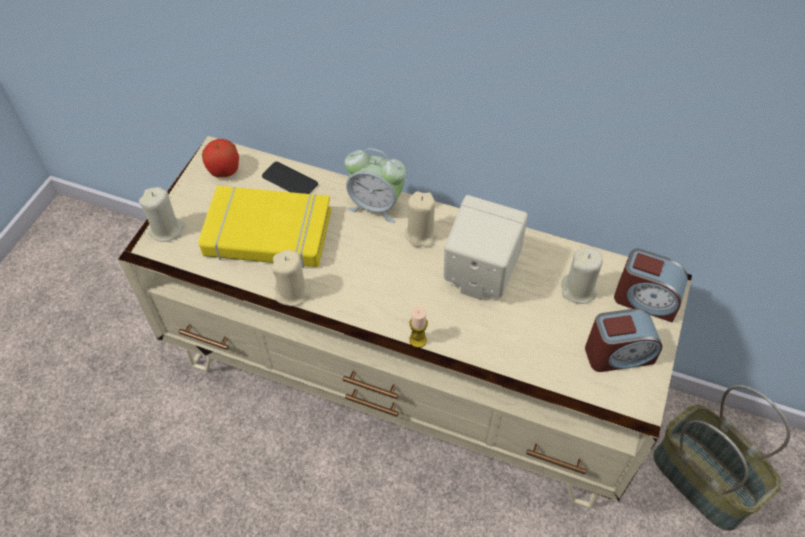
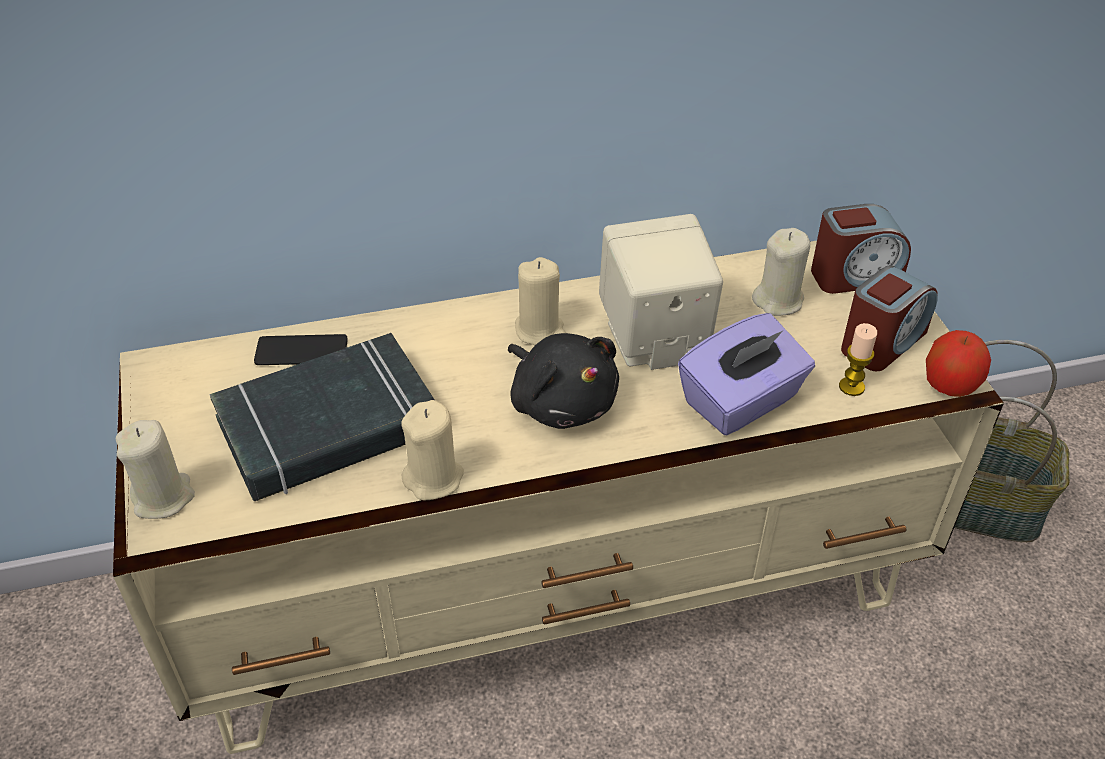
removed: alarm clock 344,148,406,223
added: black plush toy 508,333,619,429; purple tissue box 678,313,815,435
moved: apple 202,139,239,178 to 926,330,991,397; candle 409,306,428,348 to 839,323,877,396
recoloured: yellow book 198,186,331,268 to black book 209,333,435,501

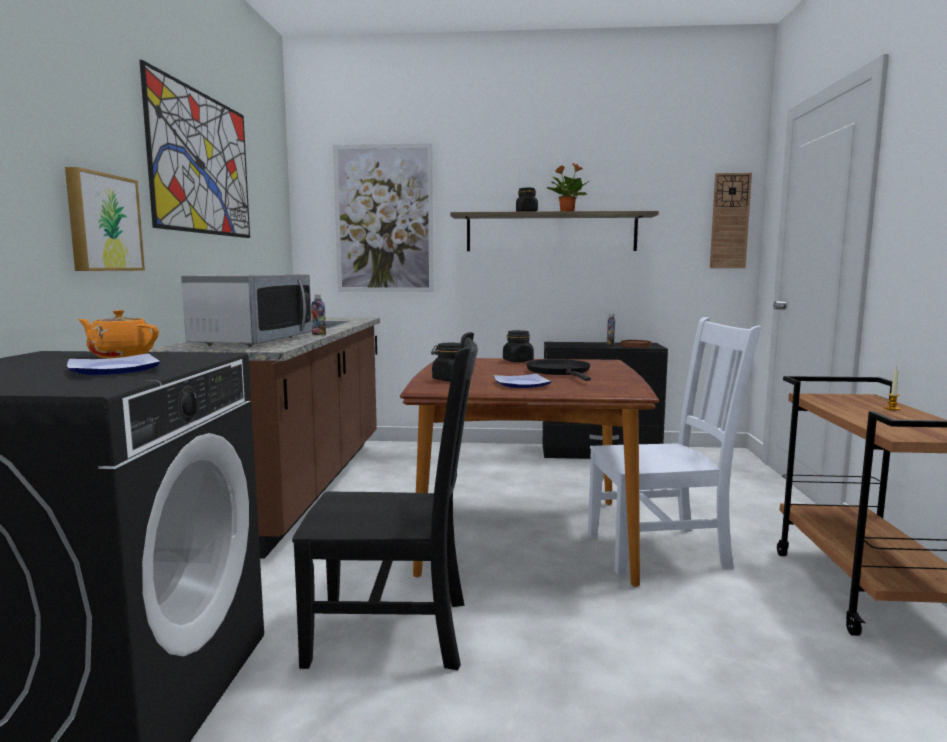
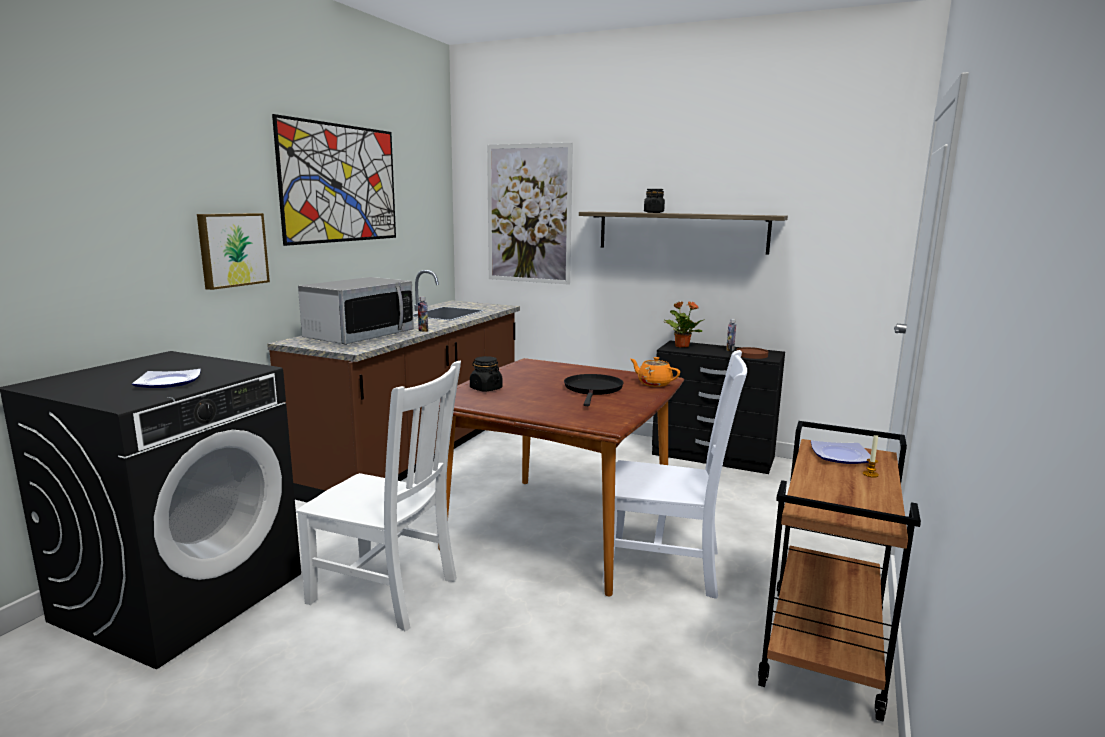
removed: black jar 503,330,534,362; wall clock 710,173,752,268
moved: orange teapot 78,310,159,358 to 630,357,680,387; plate 494,374,552,388 to 811,440,871,464; potted plant 547,163,589,211 to 664,301,705,348
recoloured: black chair 292,332,478,670 to white chair 296,361,461,631

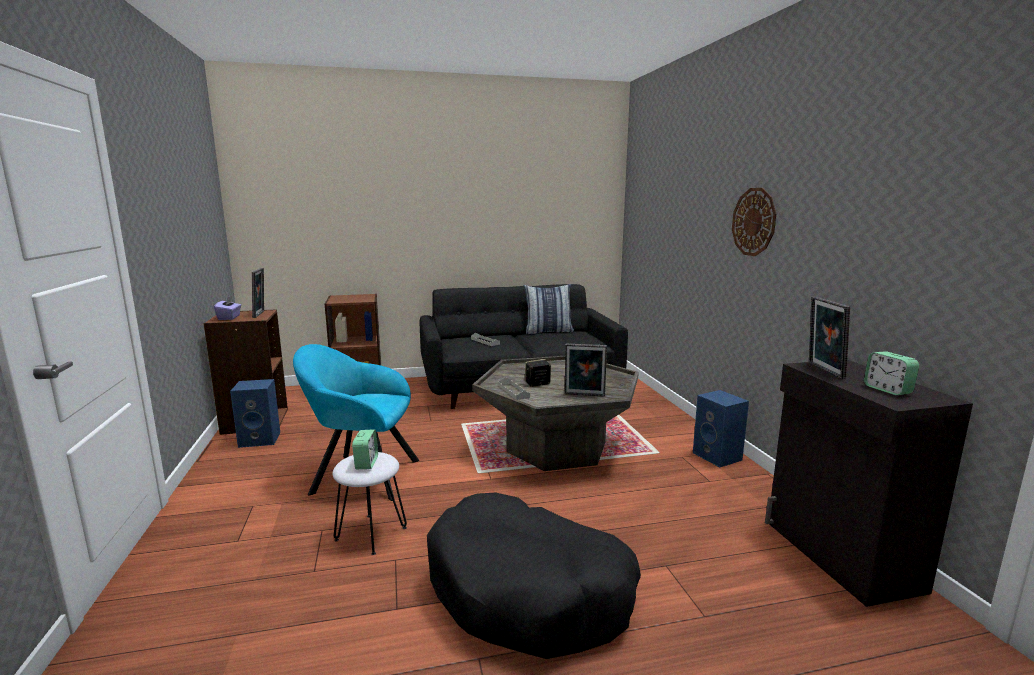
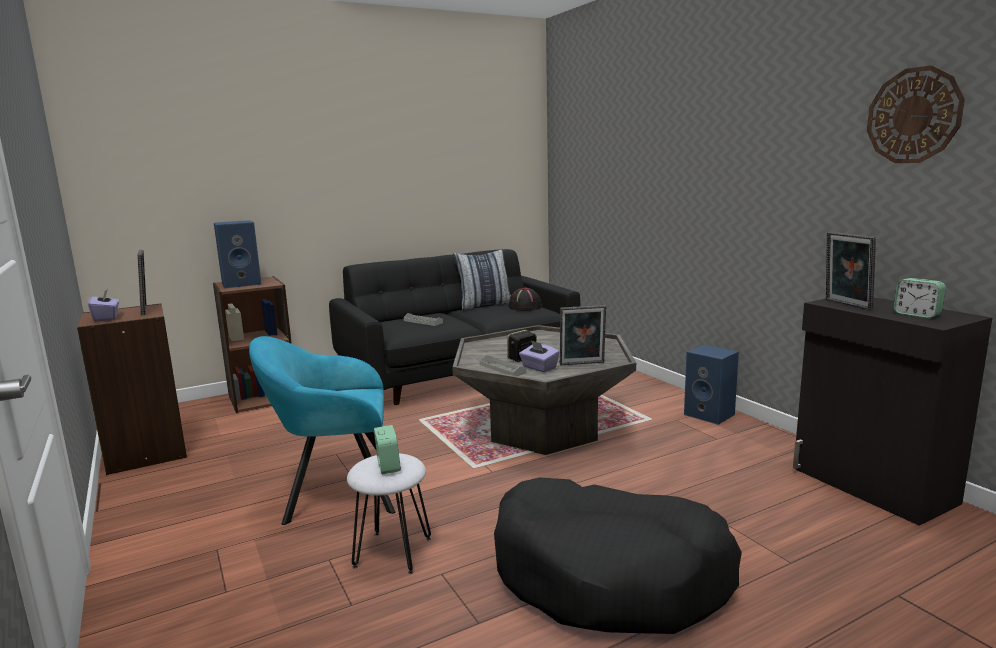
added: black hat 508,288,542,311; purple tissue box 519,340,559,372
moved: blue speaker 230,379,280,448 to 214,220,262,288; wall clock 732,188,776,256 to 867,65,965,163

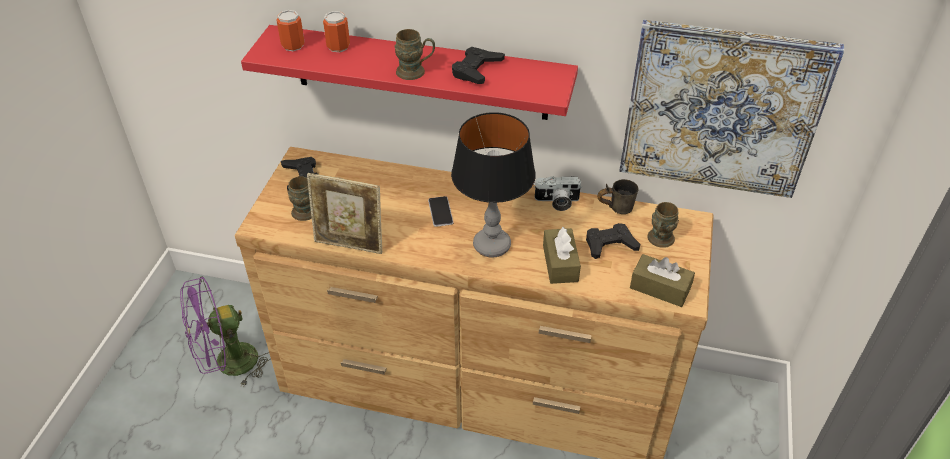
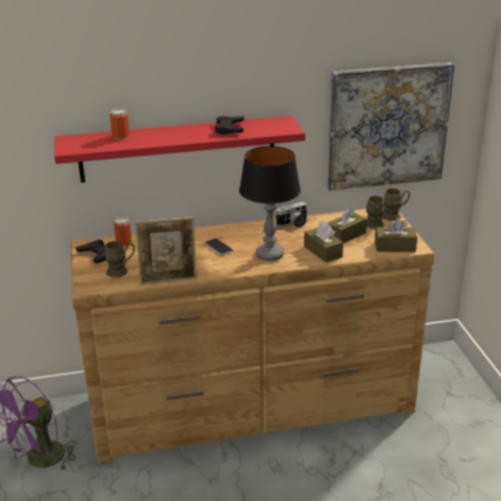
removed: grey mug 597,179,639,214
moved: can 276,10,305,51 to 114,217,132,246; brown mug 395,29,435,80 to 382,188,410,221
replaced: black game controller 586,223,640,259 to brown tissue box 328,207,367,243

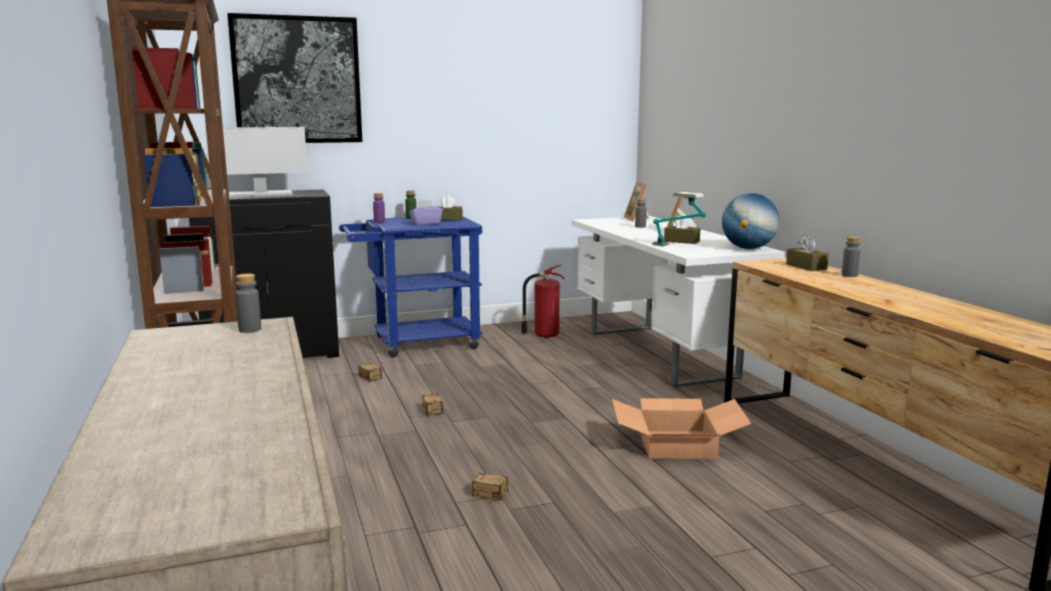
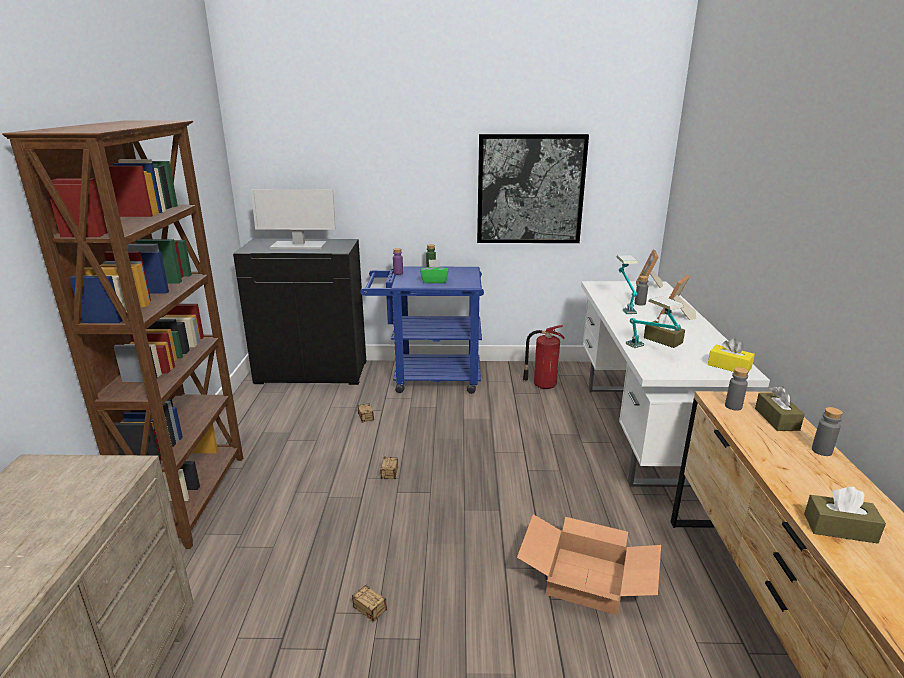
added: table lamp 617,255,638,314
moved: picture 227,13,362,143 to 477,134,589,243; grey bottle 235,274,261,333 to 725,367,749,411; brown tissue box 435,195,463,221 to 804,487,886,544
replaced: globe 722,193,779,249 to yellow tissue box 708,338,755,372
recoloured: purple tissue box 409,200,443,225 to green tissue box 420,260,449,283

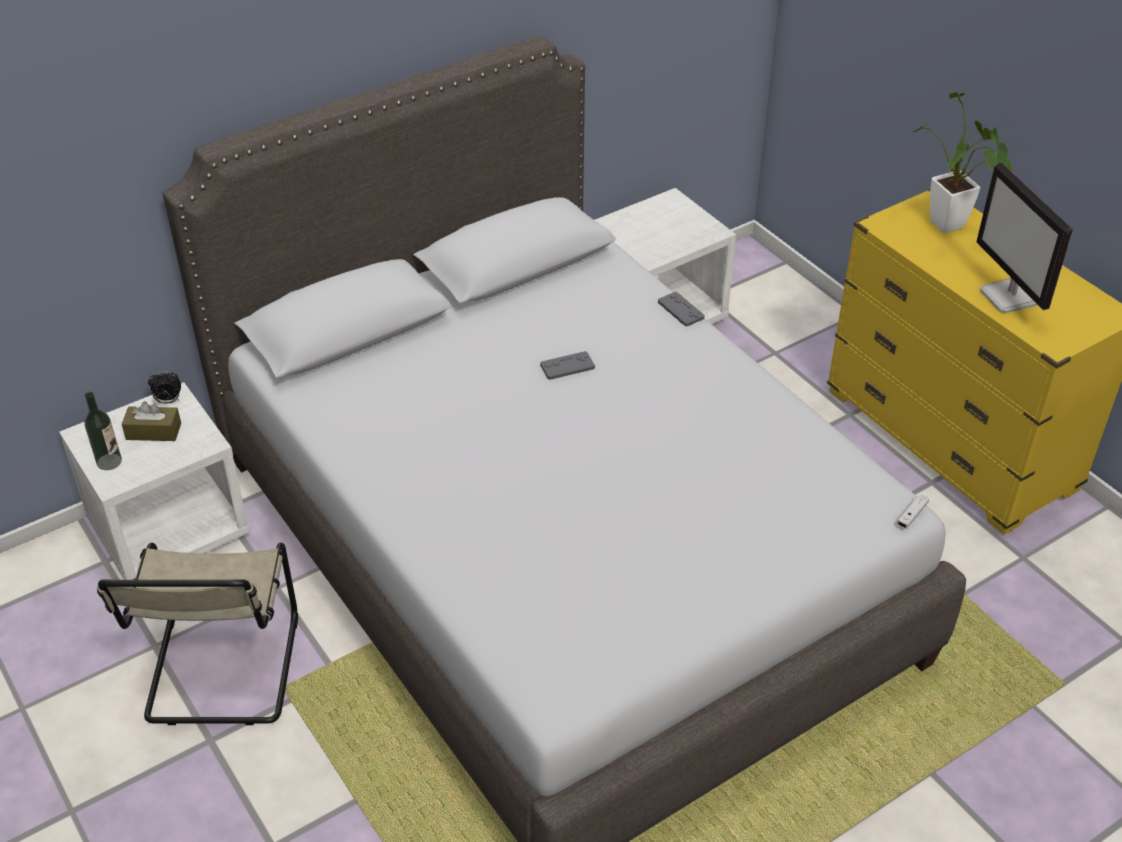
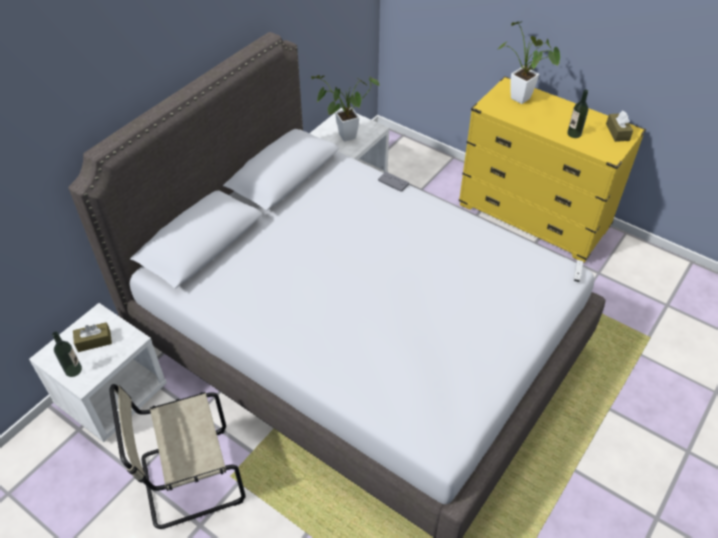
removed: alarm clock 148,371,181,404; grey game controller 540,351,595,380
added: potted plant 311,75,379,142; brown tissue box 606,110,633,142
replaced: monitor 976,163,1073,313 to bottle 567,89,588,138
turned: beige chair 97,543,298,725 = 109,384,245,529 90 degrees clockwise

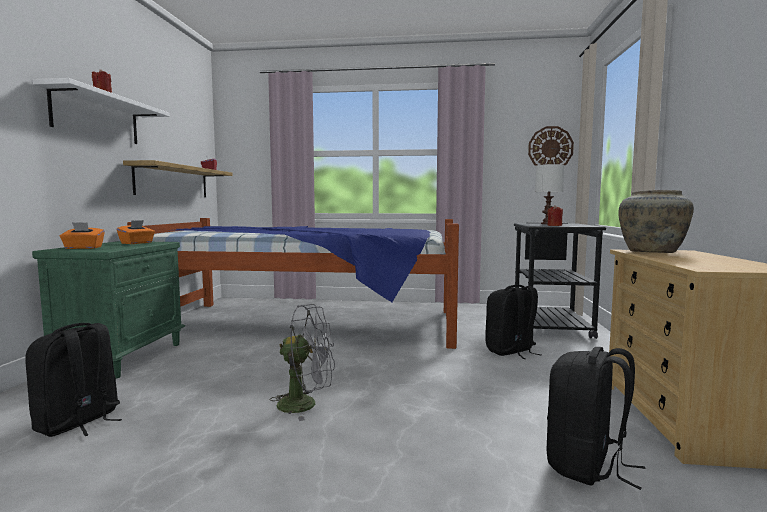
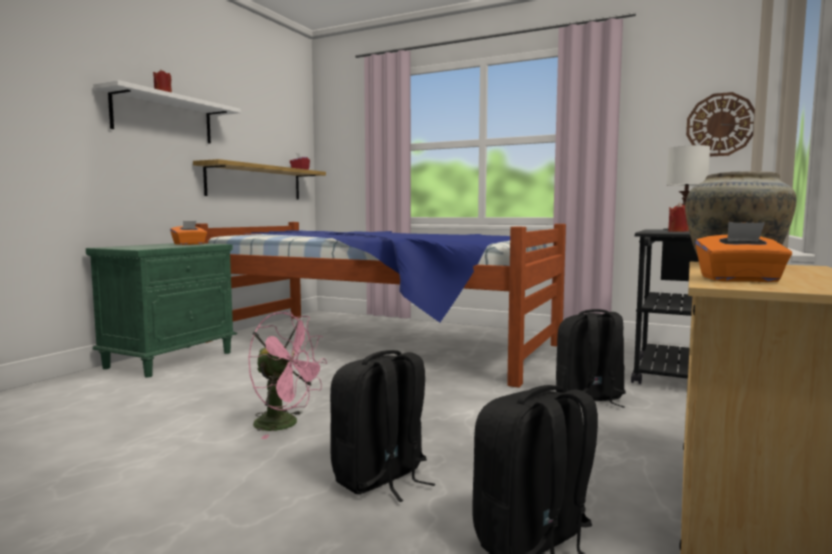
moved: black backpack 26,323,122,437 to 330,350,435,502; orange tissue box 60,222,105,249 to 695,222,792,282
recoloured: grey fan 270,304,335,421 to pink fan 248,311,327,439

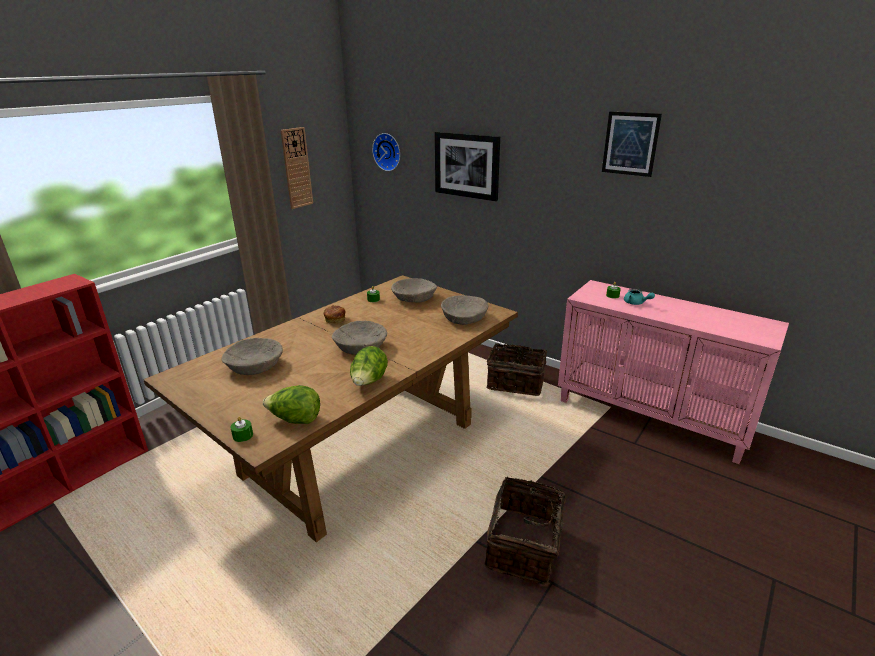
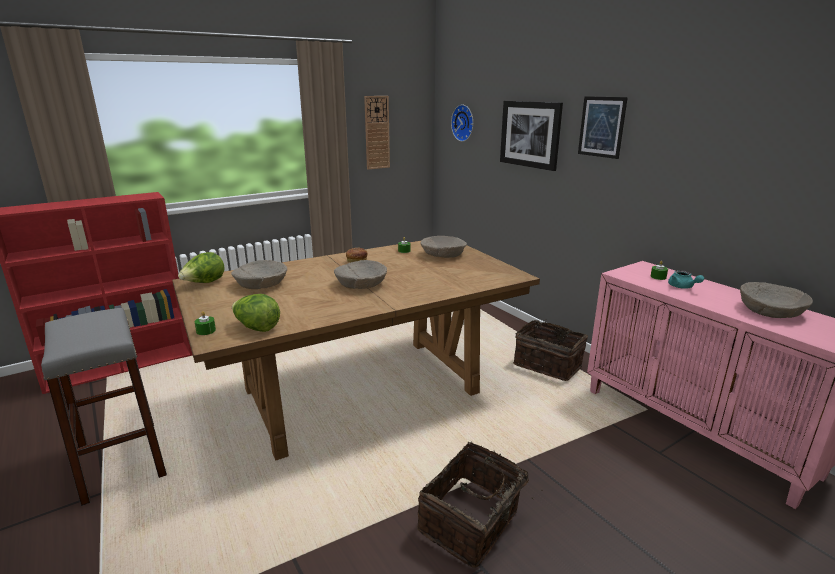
added: grey stool 41,308,167,506
moved: lettuce 350,346,388,386 to 178,252,224,283; beige bowl 441,295,489,325 to 740,282,813,318; picture 602,111,662,177 to 578,96,628,159

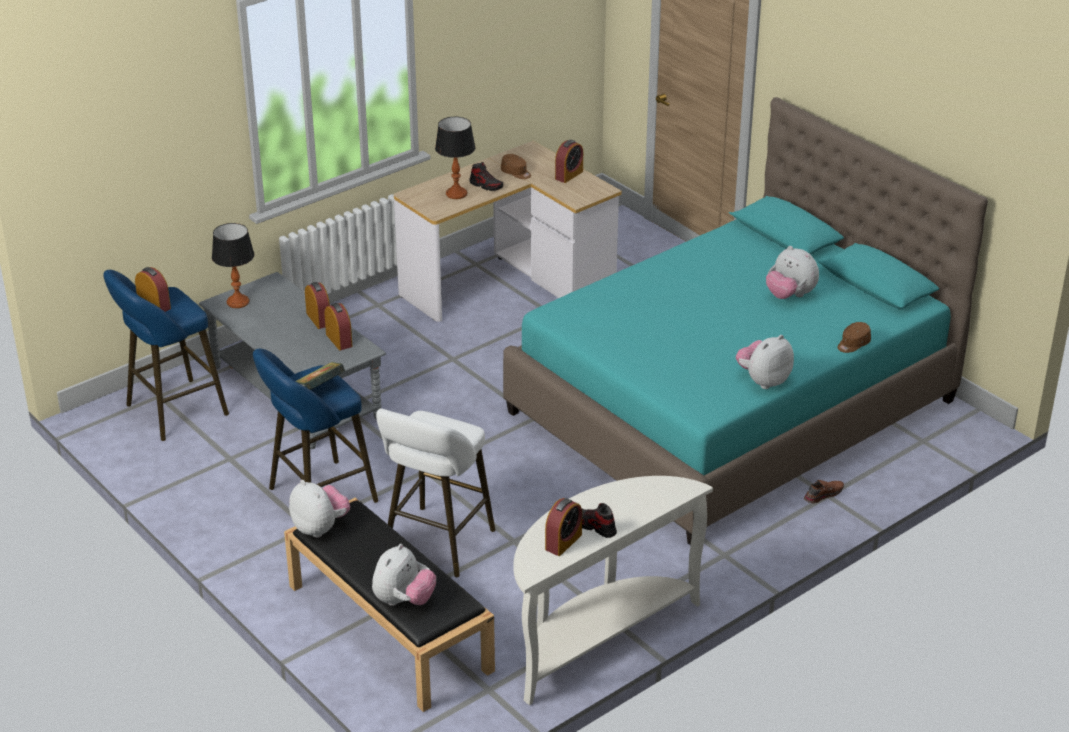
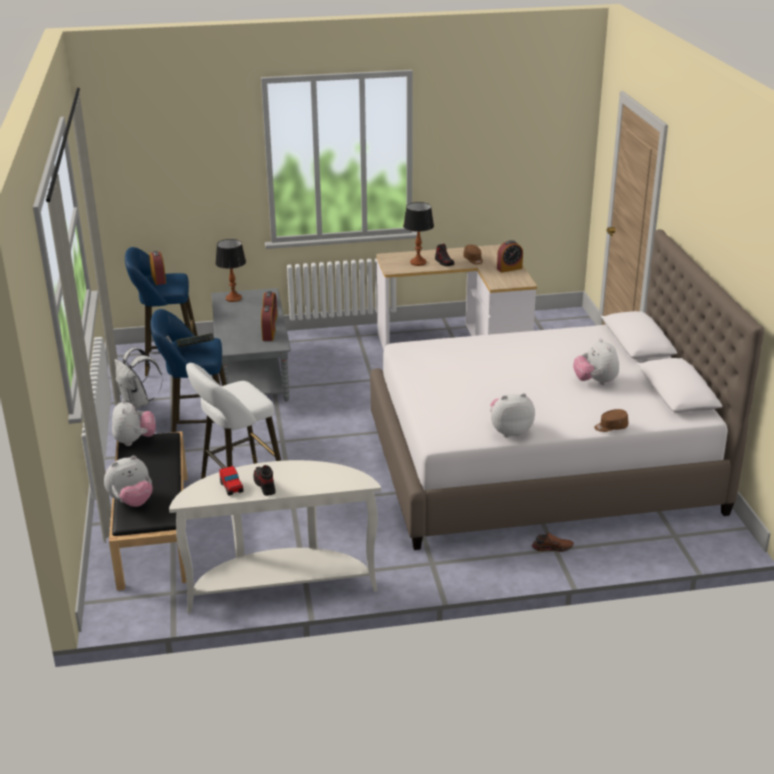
added: white backpack 115,348,163,409
replaced: alarm clock 545,498,582,556 to toy car 219,466,244,496
recoloured: turquoise bed 503,97,988,545 to white bed 370,229,764,550

